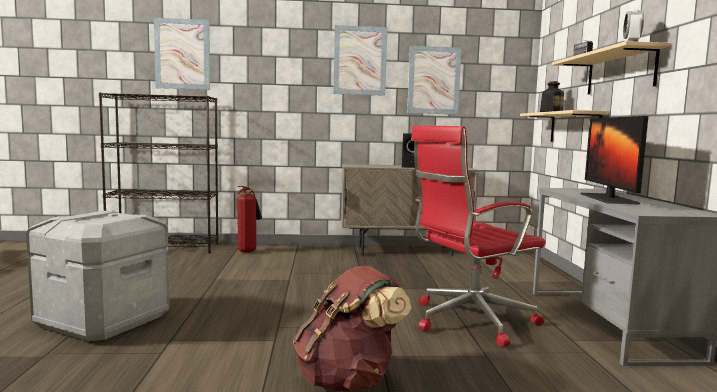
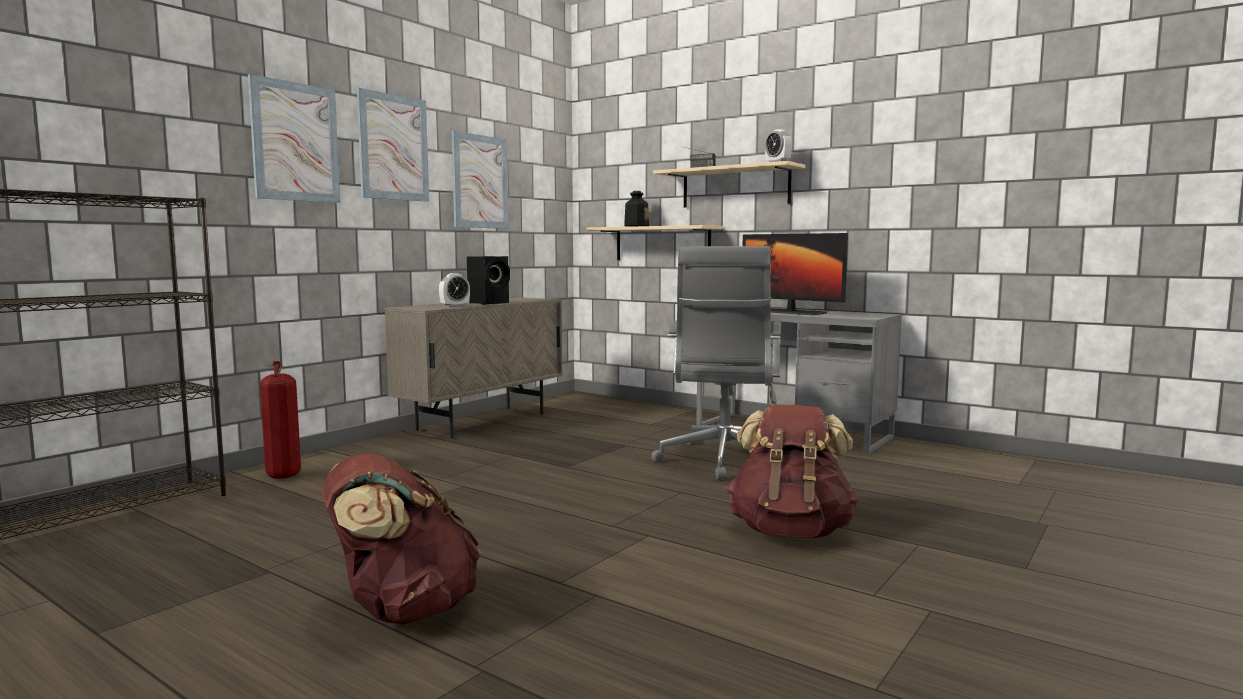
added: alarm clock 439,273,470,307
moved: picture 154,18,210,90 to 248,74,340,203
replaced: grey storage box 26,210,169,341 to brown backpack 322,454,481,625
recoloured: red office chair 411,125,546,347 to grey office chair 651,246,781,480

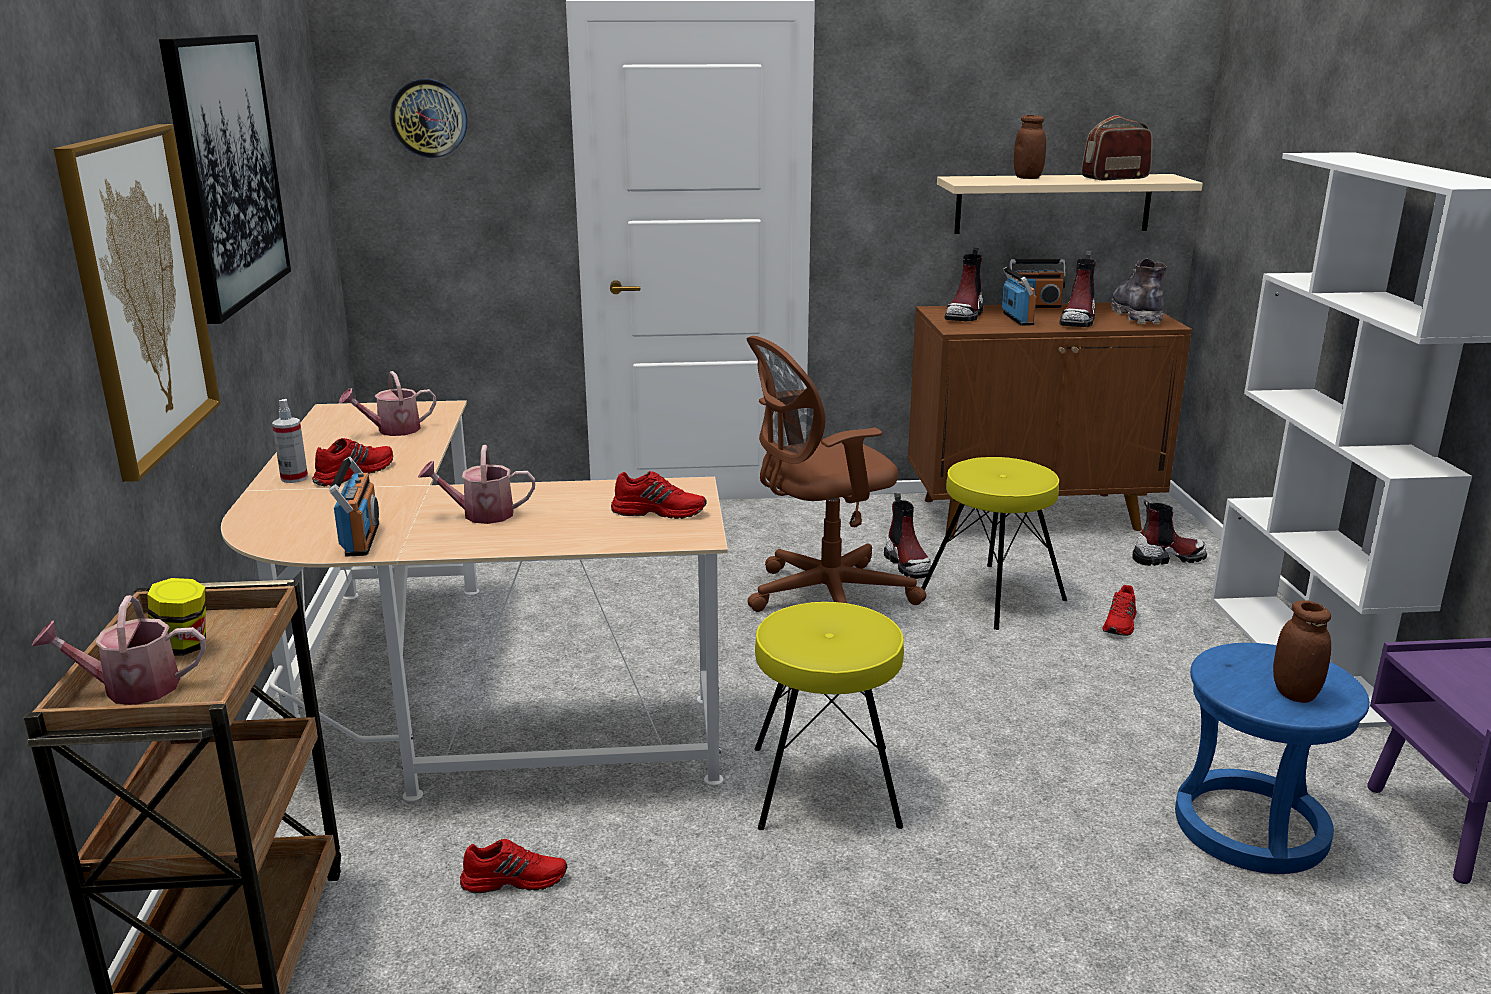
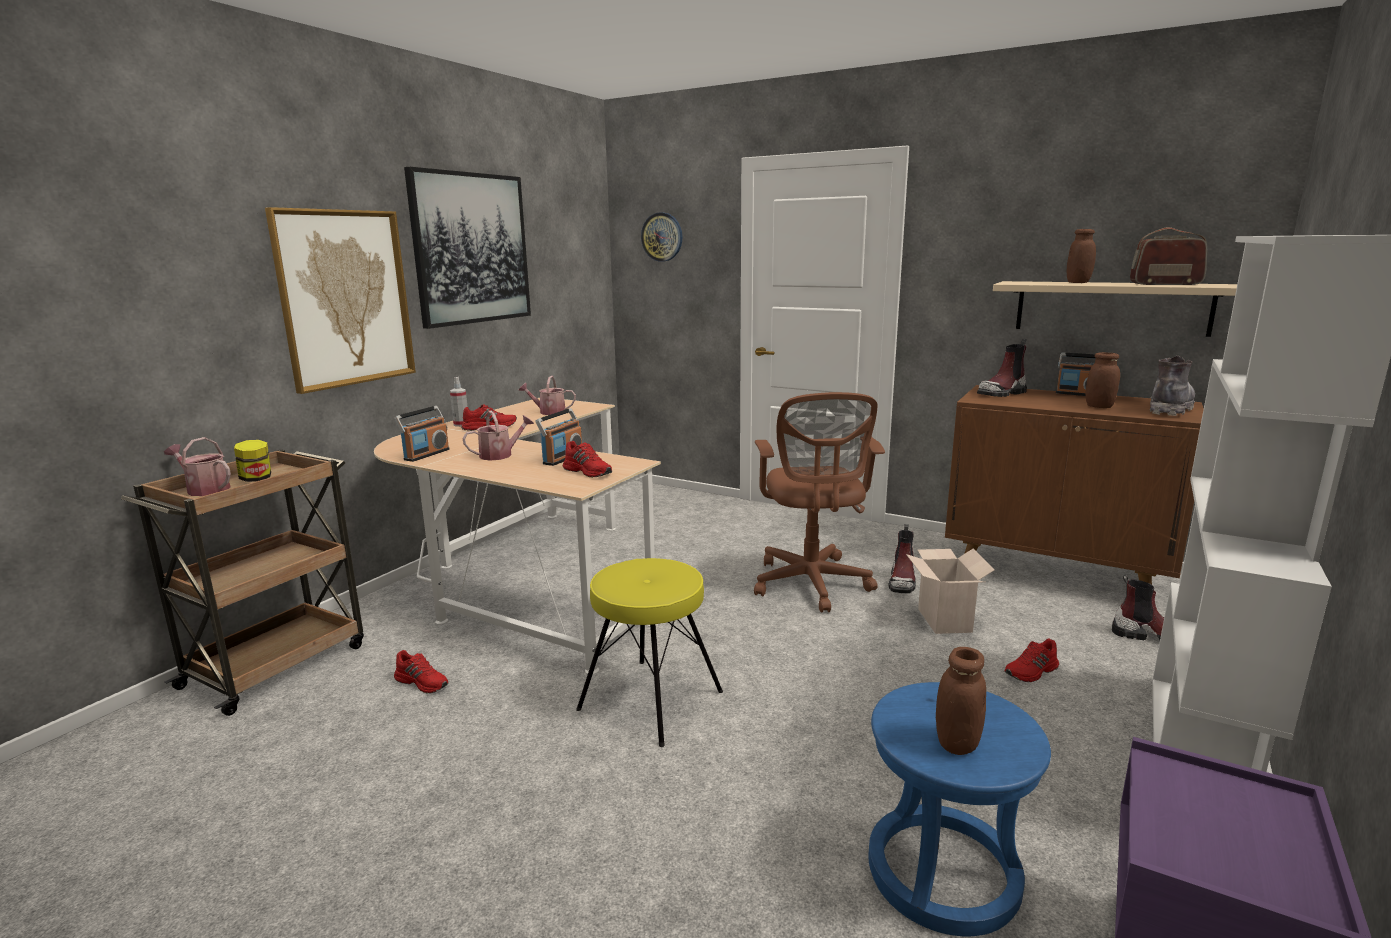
moved: radio 1002,267,1036,326 to 536,408,582,466
replaced: yellow stool 921,457,1067,630 to cardboard box 906,549,994,634; boot 1059,251,1096,327 to brown jar 1085,352,1120,408
turned: watering can 418,445,535,524 = 462,411,534,461 120 degrees clockwise; brown office chair 747,336,926,612 = 754,392,885,613 105 degrees counterclockwise

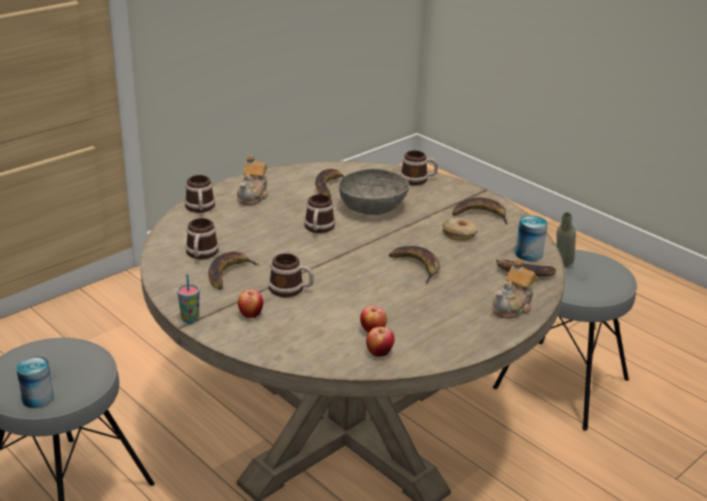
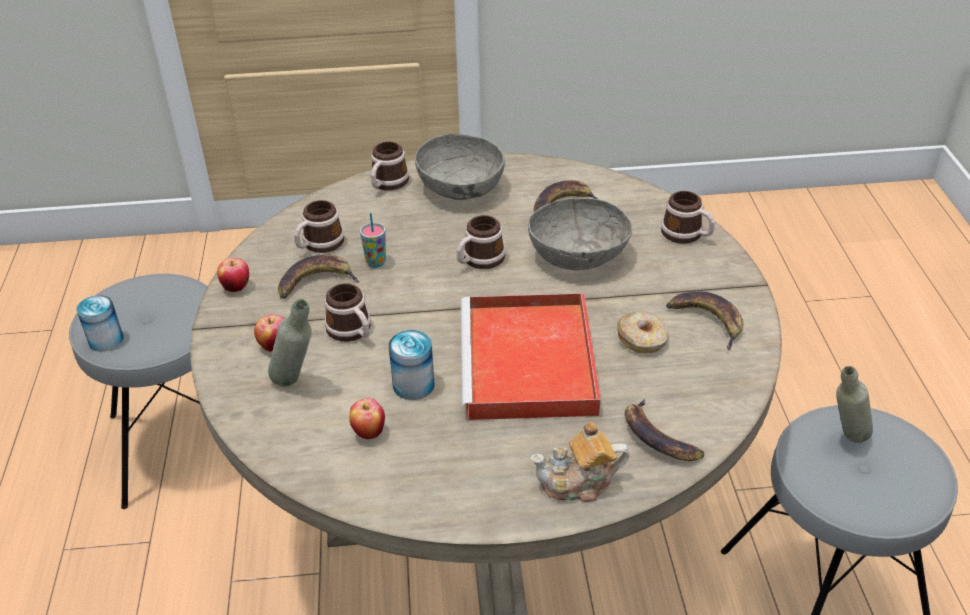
added: grey bottle 268,299,312,387
moved: cup 177,274,199,323 to 360,213,386,268; apple 366,327,395,357 to 217,258,249,292; can 515,215,548,261 to 389,330,434,400
replaced: teapot 237,155,269,205 to grey bowl 415,134,505,200; banana 389,246,440,284 to red tray 461,293,601,420

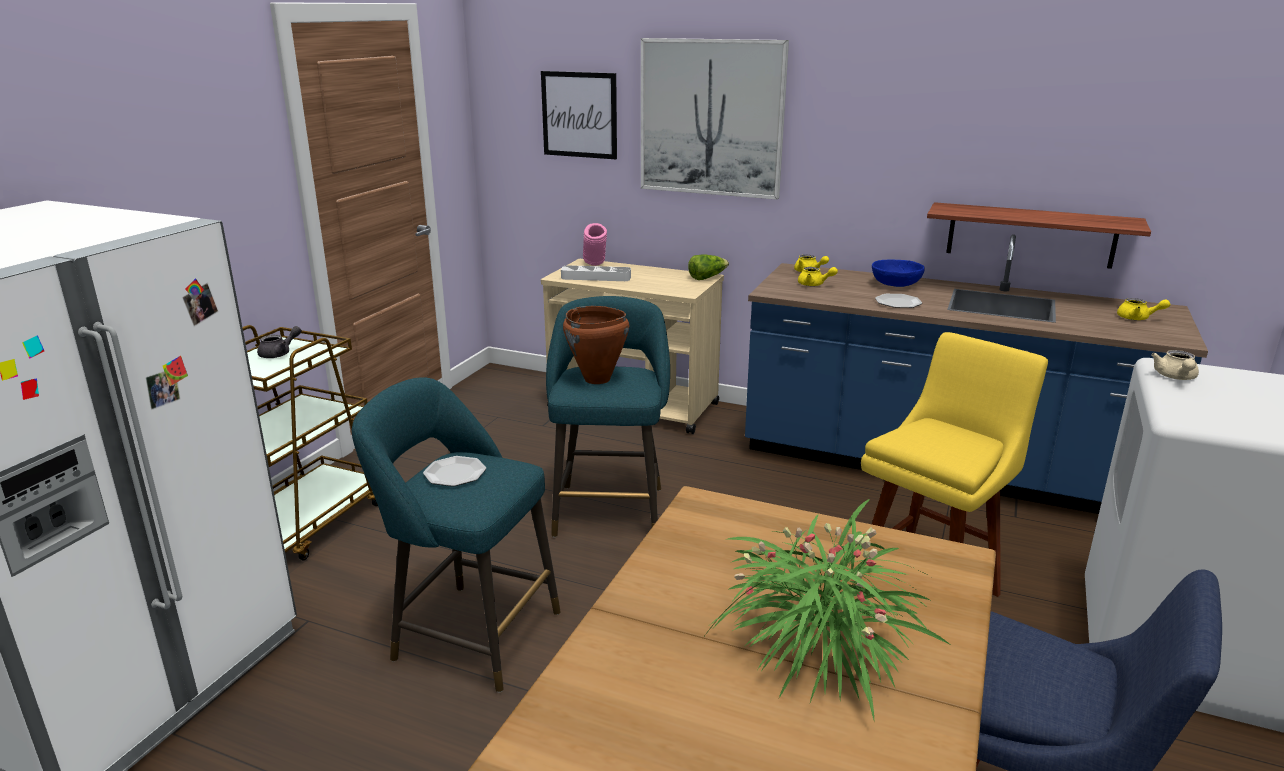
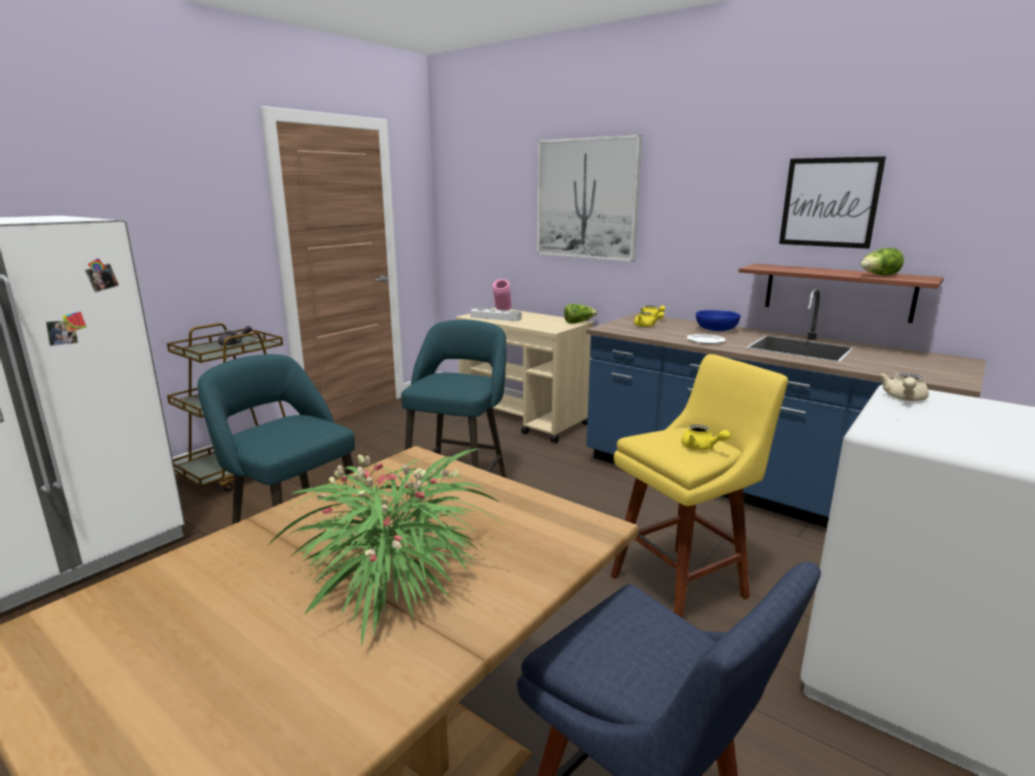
removed: plate 423,456,486,487; brown cooking pot 563,306,629,384
added: lettuce 861,248,904,275
moved: picture 541,71,617,159 to 779,156,886,249; yellow teapot 1117,298,1170,320 to 681,424,730,450

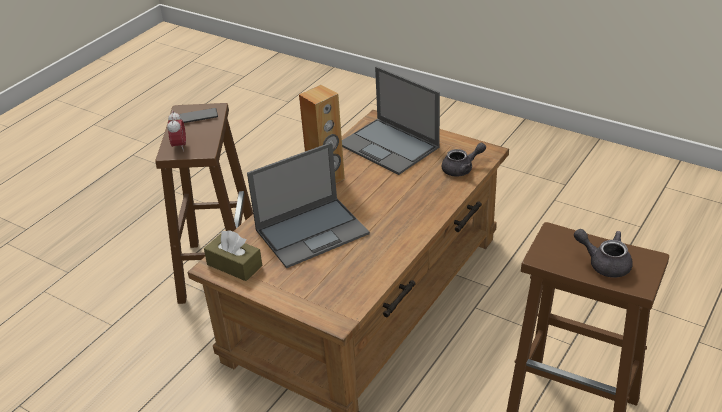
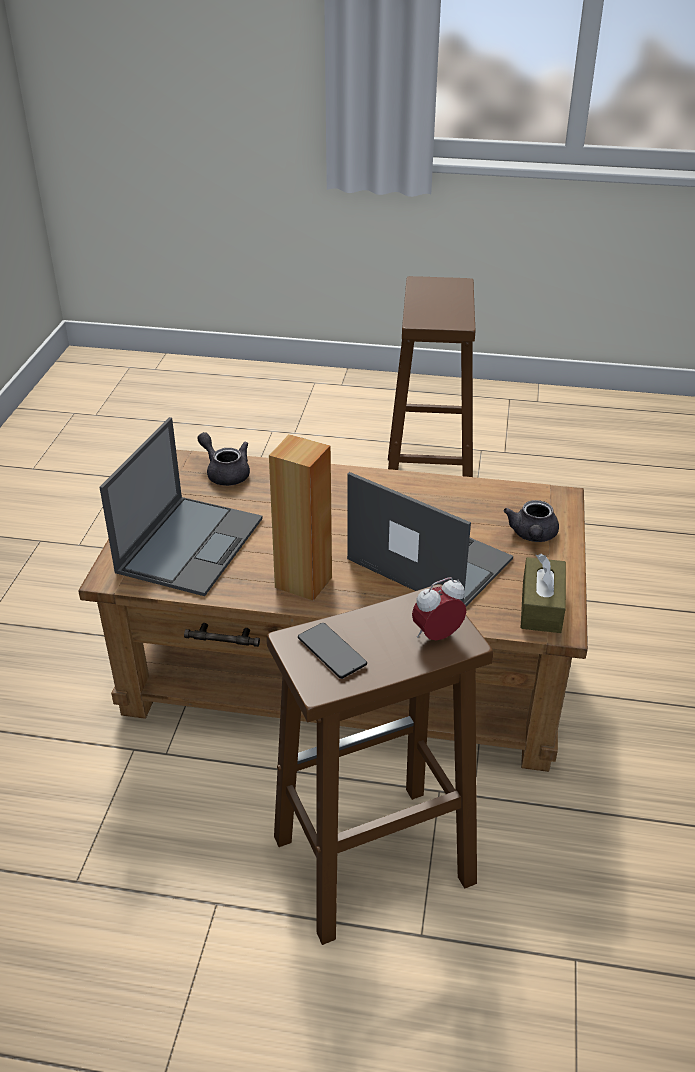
moved: grey teapot 574,229,633,277 to 503,500,559,542

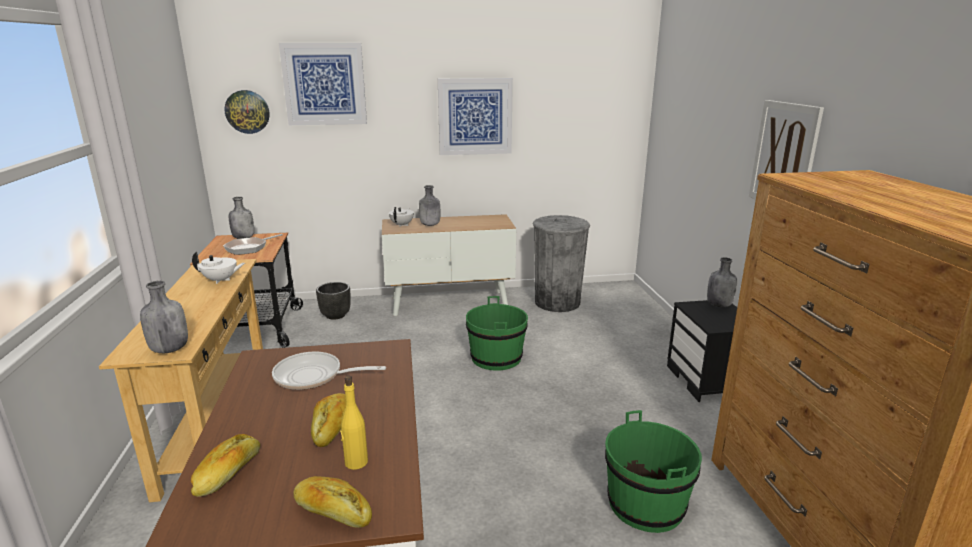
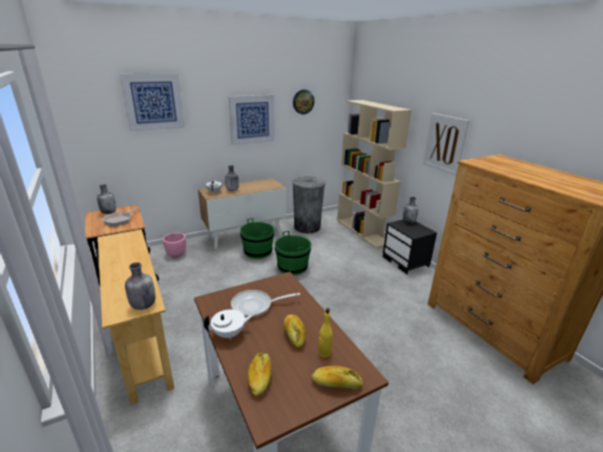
added: beige bookcase 337,100,412,248
moved: white teapot 192,252,245,284 to 203,309,254,340; wall clock 224,90,270,134 to 293,90,314,114; green bucket 605,410,702,533 to 240,218,274,259
recoloured: black planter 316,282,351,320 to pink planter 163,233,186,258

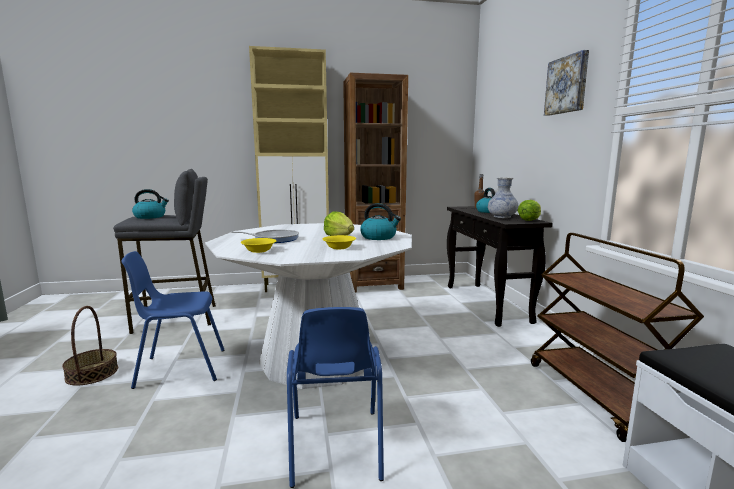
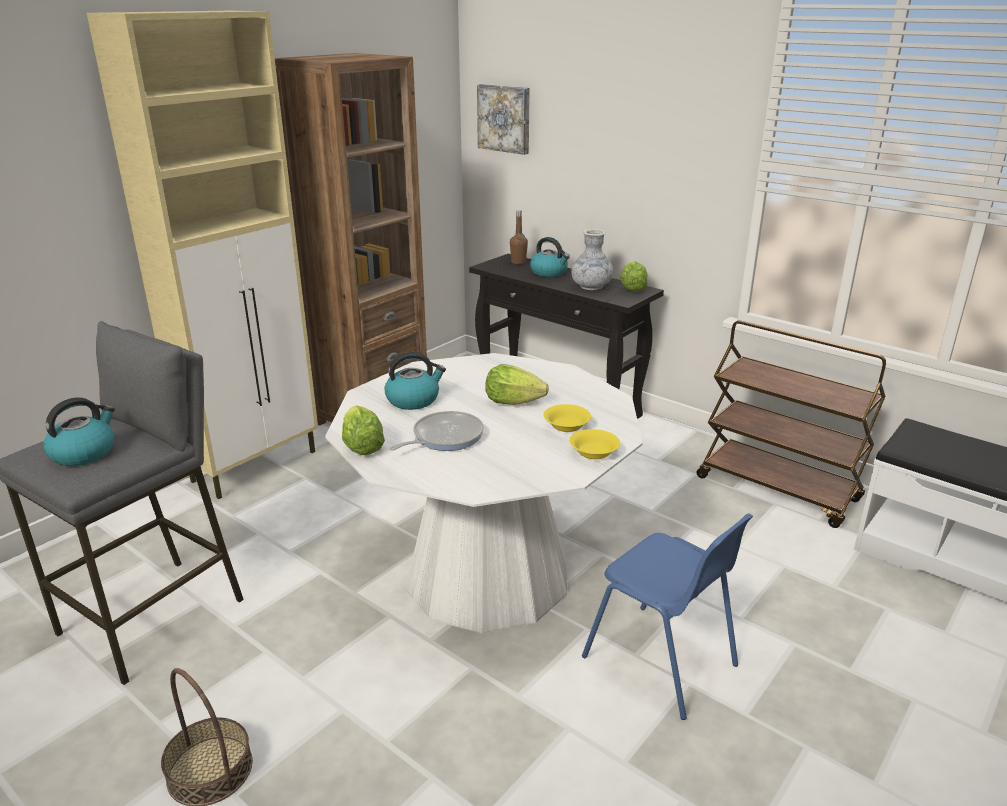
removed: blue chair 121,251,224,389
added: lettuce 342,405,385,455
moved: yellow bowl 240,238,276,253 to 569,429,620,459; kettle 360,203,401,240 to 385,352,446,410; picture 544,50,589,116 to 477,84,530,155

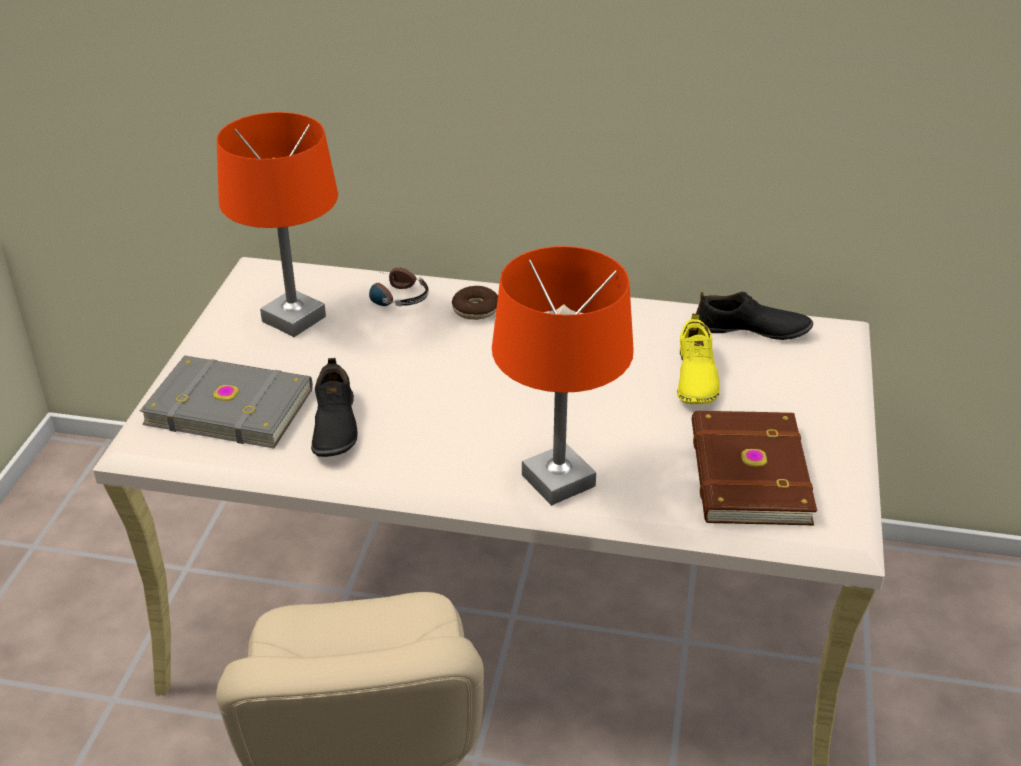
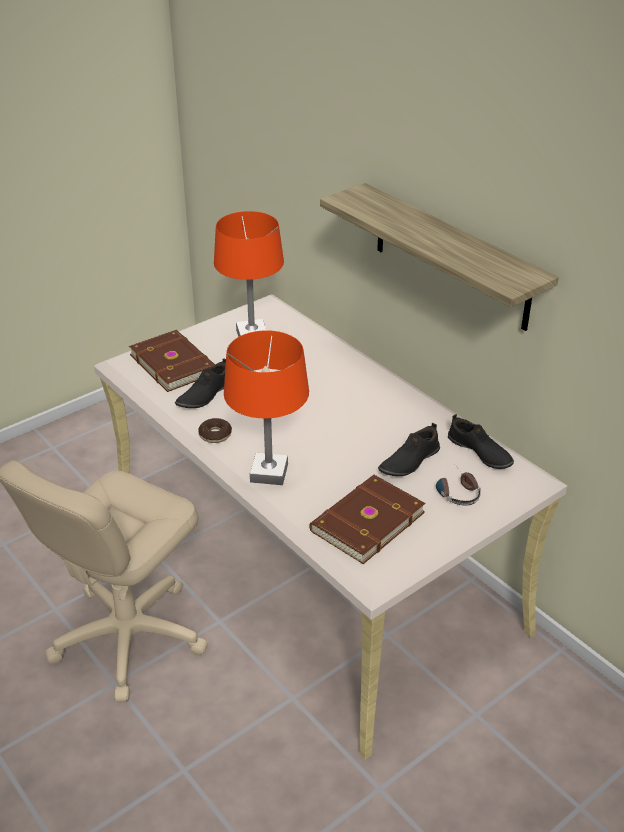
added: shelf 320,183,559,331
moved: headphones 369,267,429,307 to 436,464,481,506; donut 452,286,498,320 to 198,418,232,443
recoloured: grey book 140,356,313,448 to brown book 129,330,215,392; yellow shoe 677,314,720,404 to black shoe 378,423,440,476

